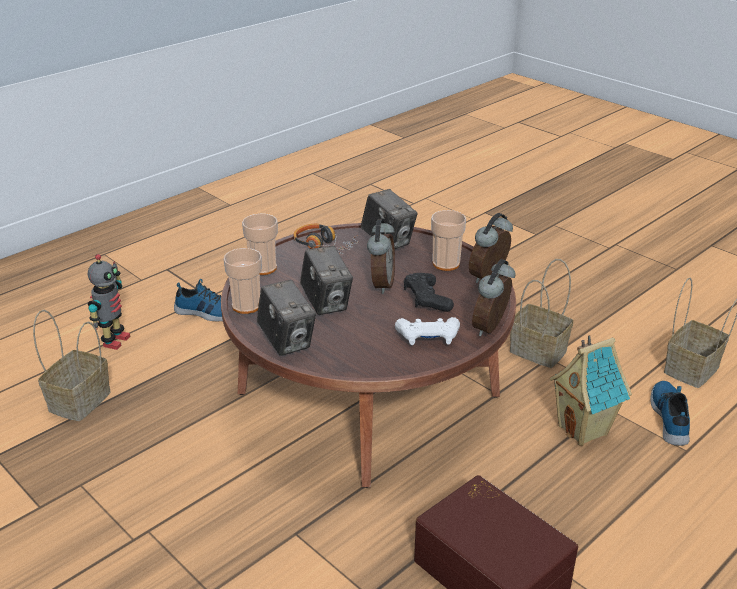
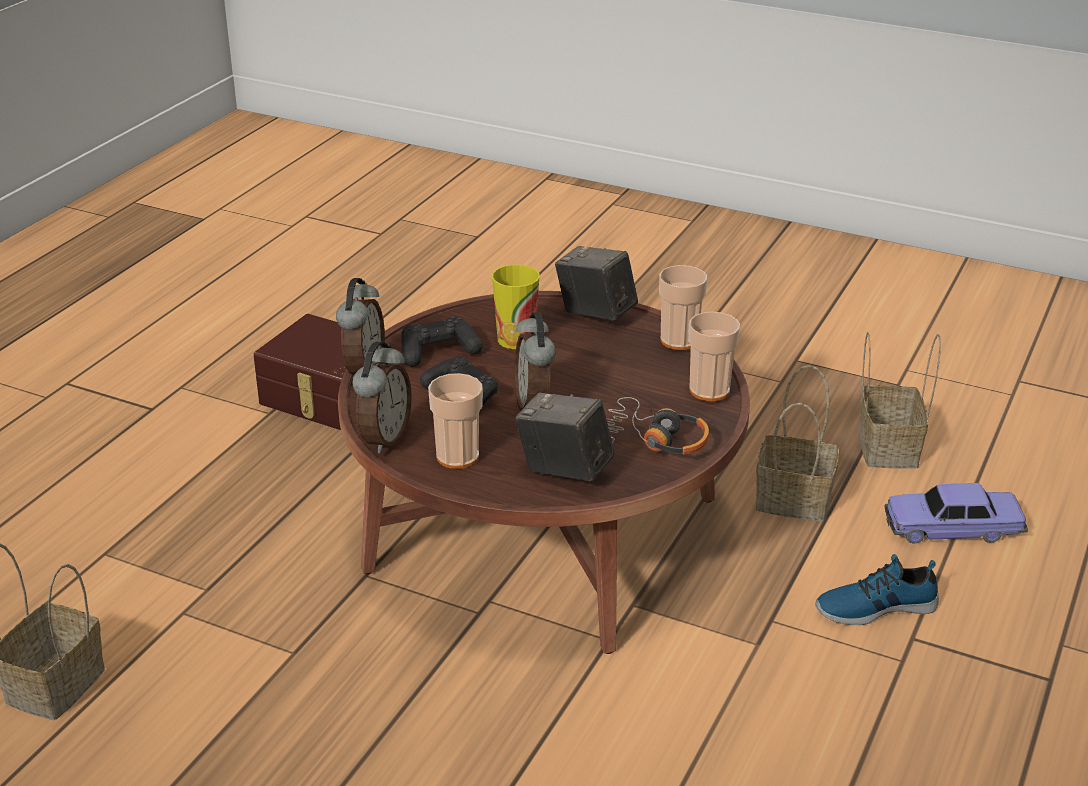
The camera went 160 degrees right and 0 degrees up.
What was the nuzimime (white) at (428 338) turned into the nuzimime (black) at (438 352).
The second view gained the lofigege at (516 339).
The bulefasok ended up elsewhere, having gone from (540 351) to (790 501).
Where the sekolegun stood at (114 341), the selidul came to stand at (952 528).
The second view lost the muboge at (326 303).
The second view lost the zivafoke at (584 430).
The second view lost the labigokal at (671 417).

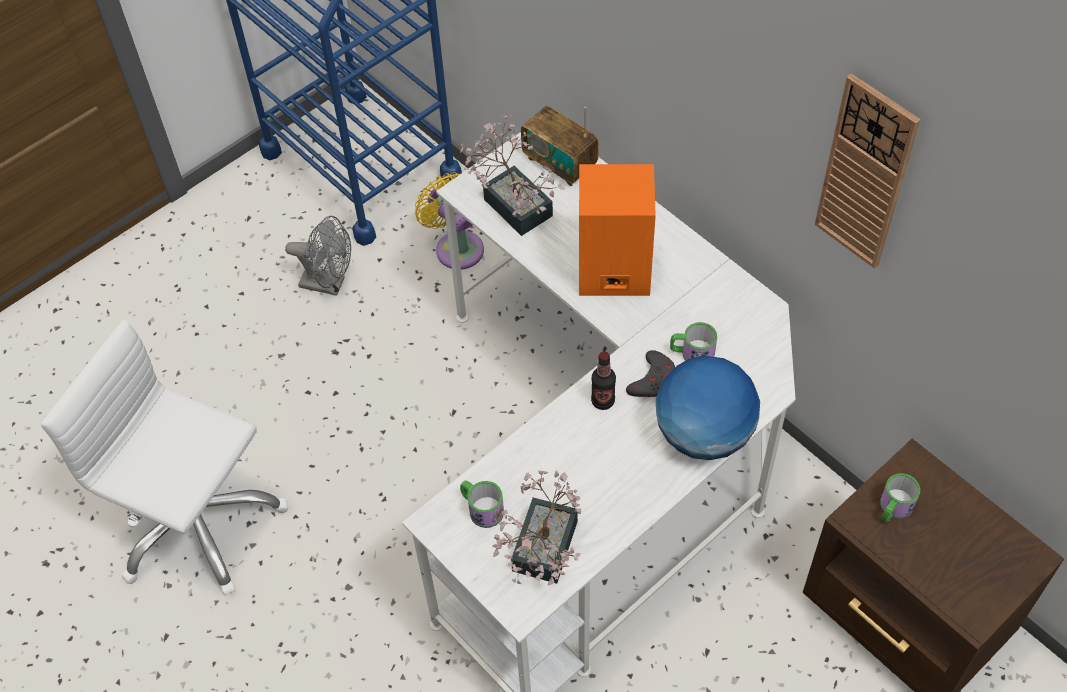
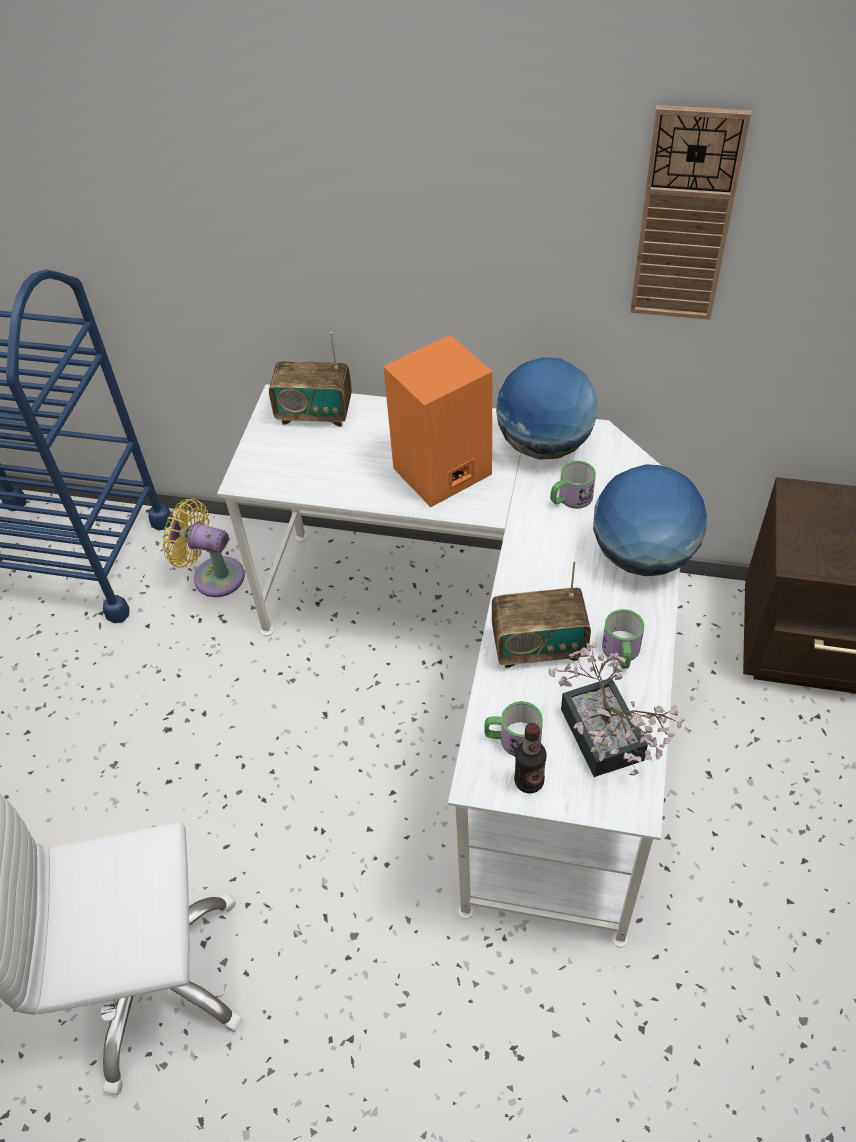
The camera went 35 degrees left and 5 degrees down.
The second view gained the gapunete at (538 647).
The second view gained the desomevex at (544 445).
The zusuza ended up elsewhere, having gone from (603 401) to (529 781).
The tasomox ended up elsewhere, having gone from (893 508) to (621 653).
The second view lost the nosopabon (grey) at (329 284).
The second view lost the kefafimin at (513 202).
The second view lost the nuzimime (grey) at (652 379).

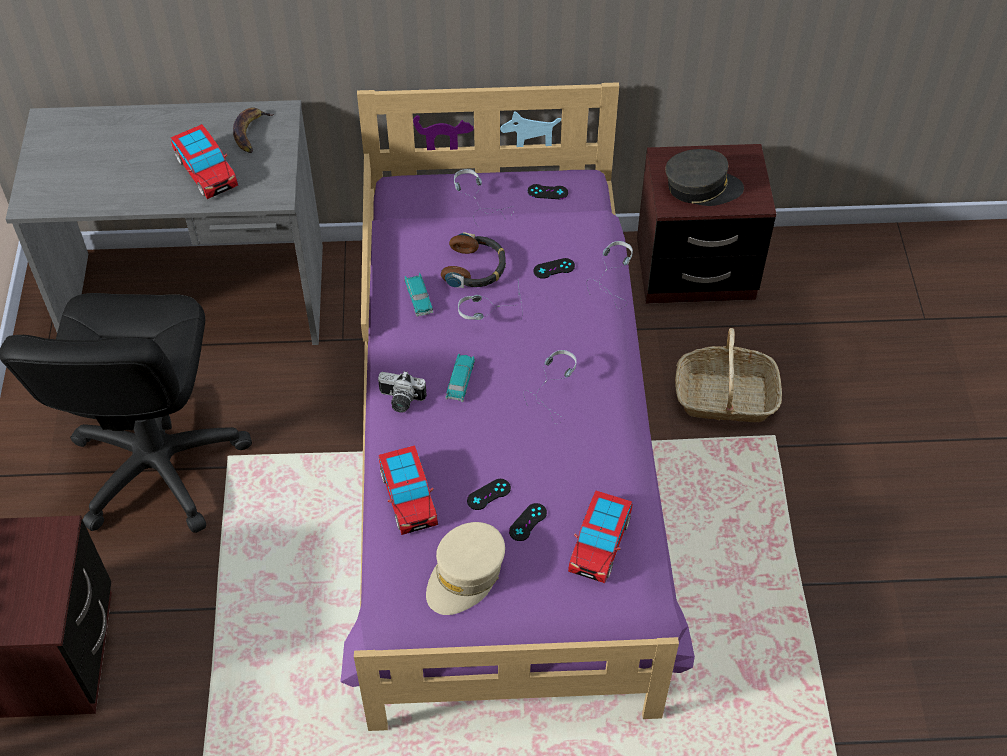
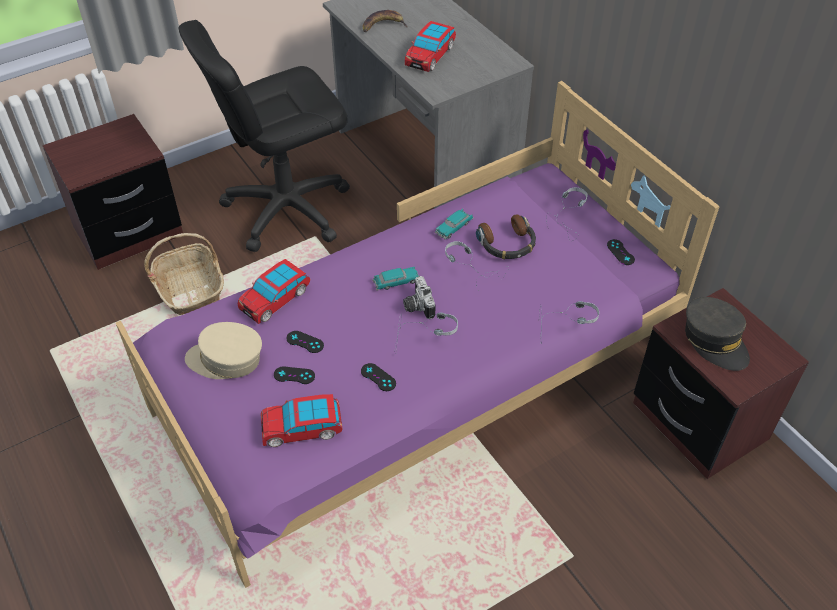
The camera went 60 degrees right and 5 degrees down.
The bulefasok ended up elsewhere, having gone from (725 397) to (190 288).
The nuzimime (black) ended up elsewhere, having gone from (554 268) to (378 377).
The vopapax ended up elsewhere, having gone from (250 132) to (383 25).
The muboge ended up elsewhere, having gone from (400 401) to (417 306).

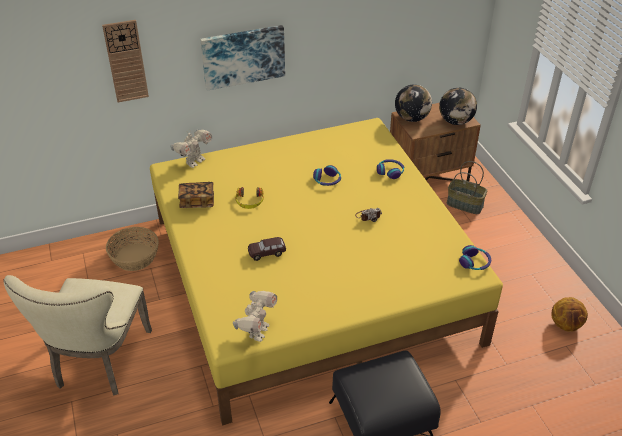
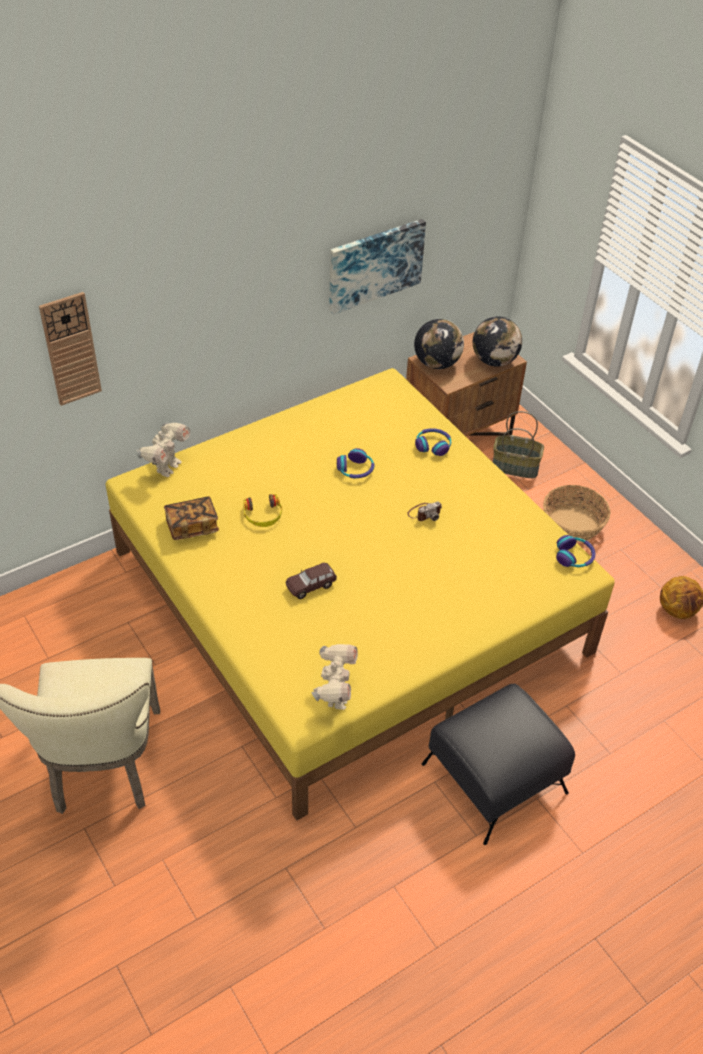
The camera went 15 degrees left and 5 degrees up.
The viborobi ended up elsewhere, having gone from (243 56) to (375 264).
The bulefasok ended up elsewhere, having gone from (135 257) to (572 524).

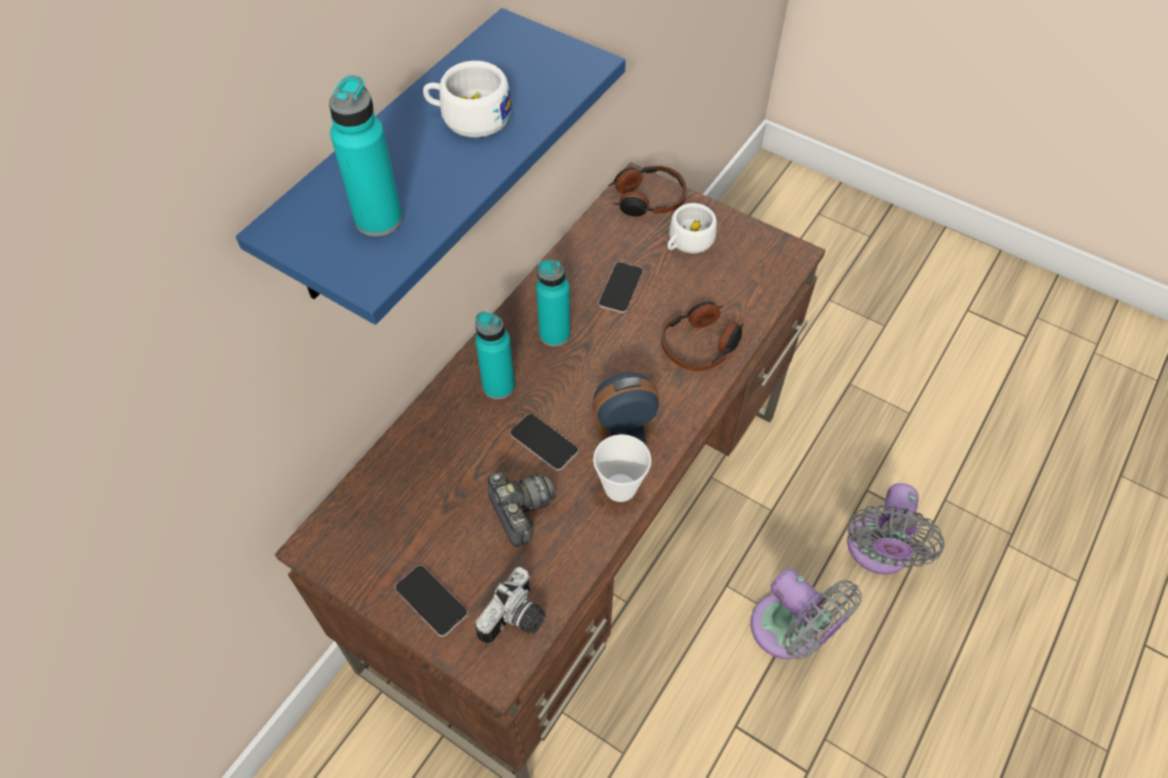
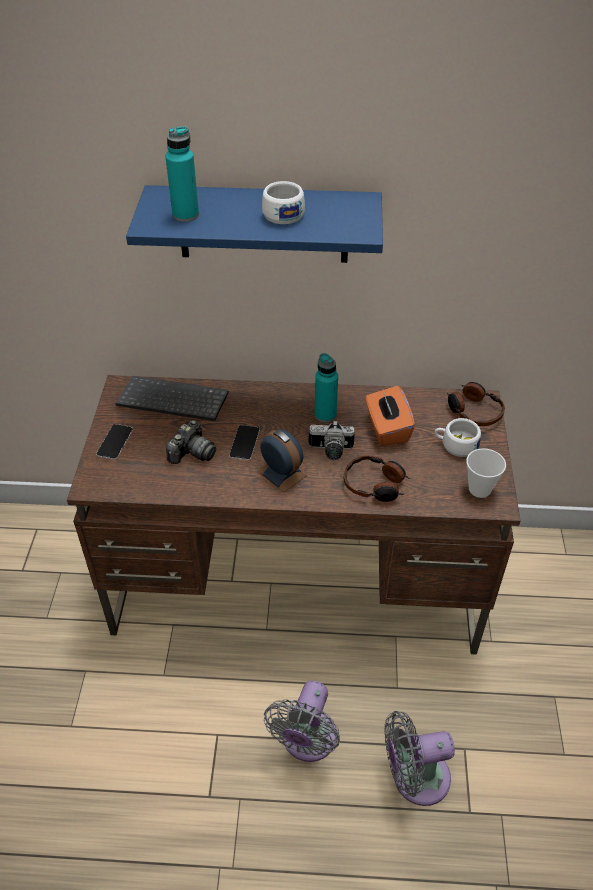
The camera went 60 degrees right and 10 degrees down.
The second view gained the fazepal at (171 402).
The muboge ended up elsewhere, having gone from (516 620) to (330 451).
Where the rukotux stood at (621 288), the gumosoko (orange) came to stand at (387 429).
The lofigege ended up elsewhere, having gone from (620 487) to (479 489).
The second view lost the zusuza (turquoise) at (498 386).

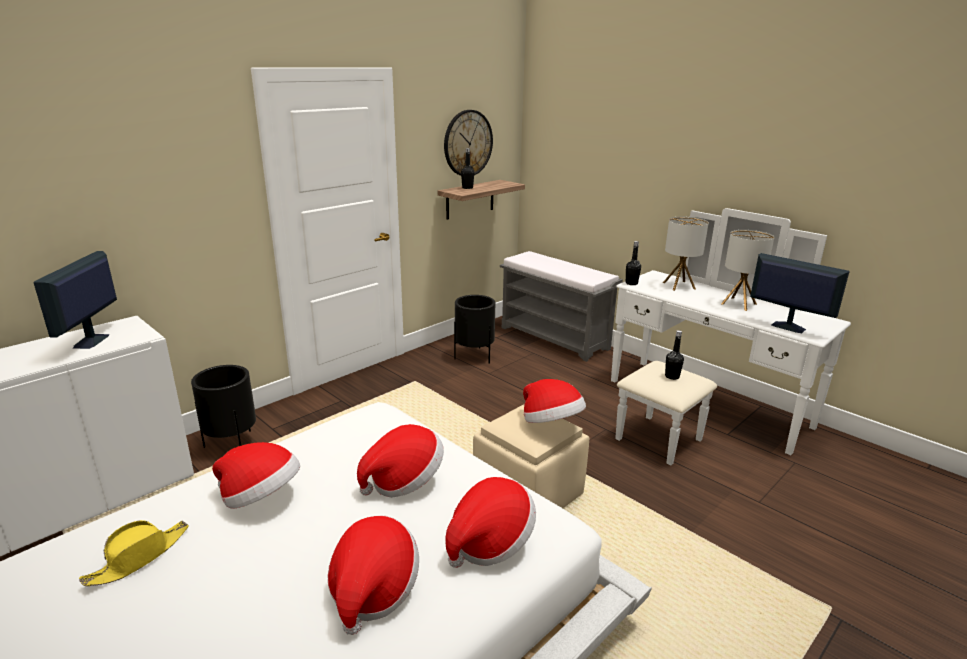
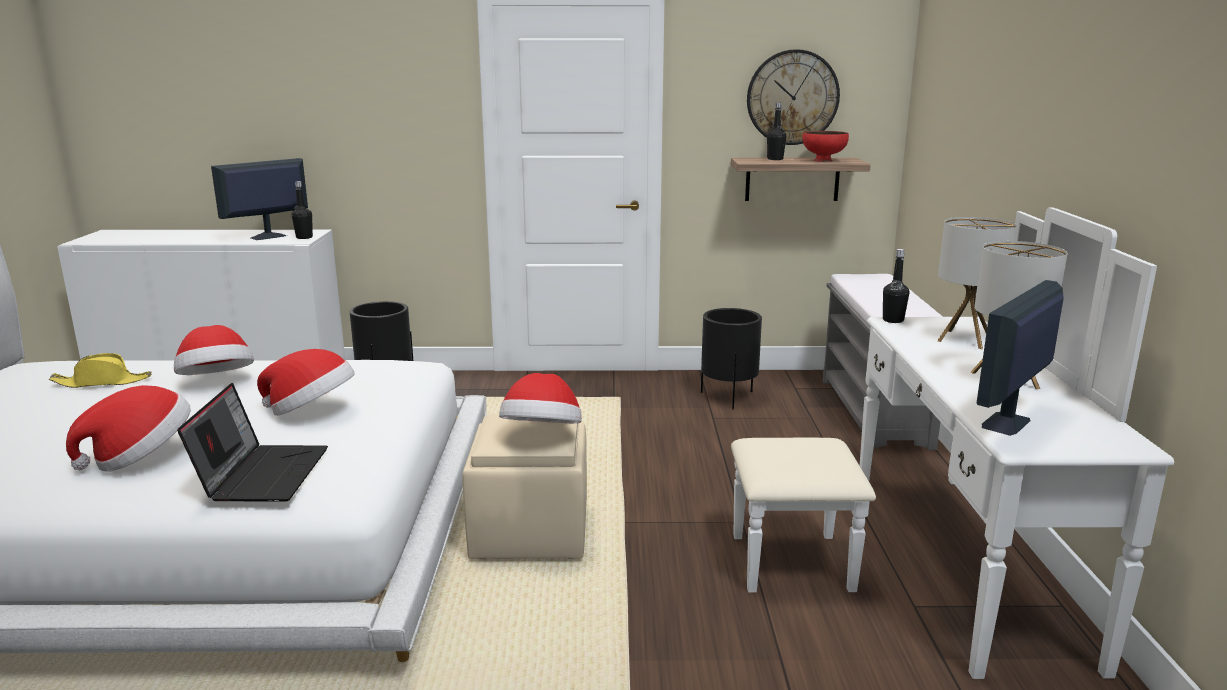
The camera went 45 degrees right and 5 degrees down.
Where the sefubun stood at (490 542), the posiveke came to stand at (262 473).
The zusuza (black) ended up elsewhere, having gone from (672 376) to (304 237).
The second view gained the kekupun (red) at (823 161).
The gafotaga at (787 327) ended up facing another way, 135 degrees counterclockwise from before.

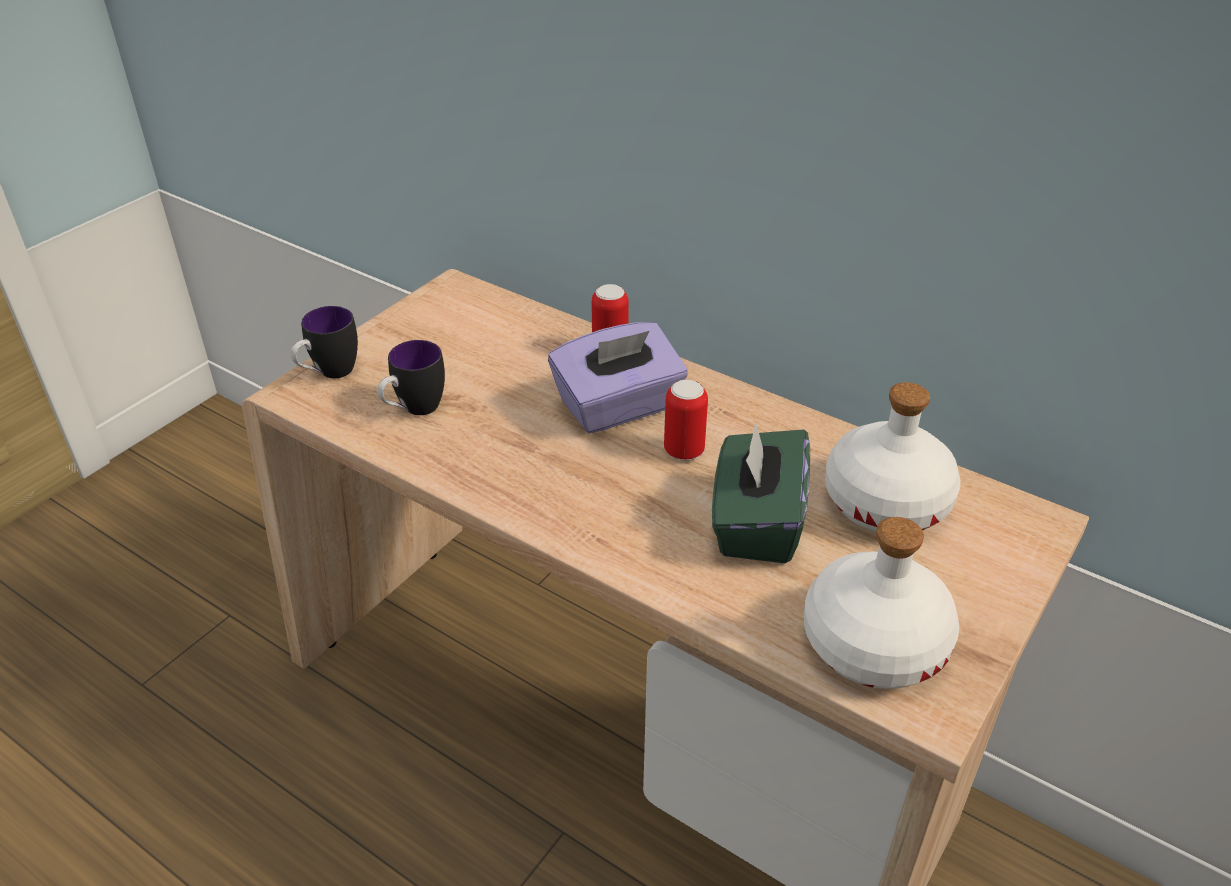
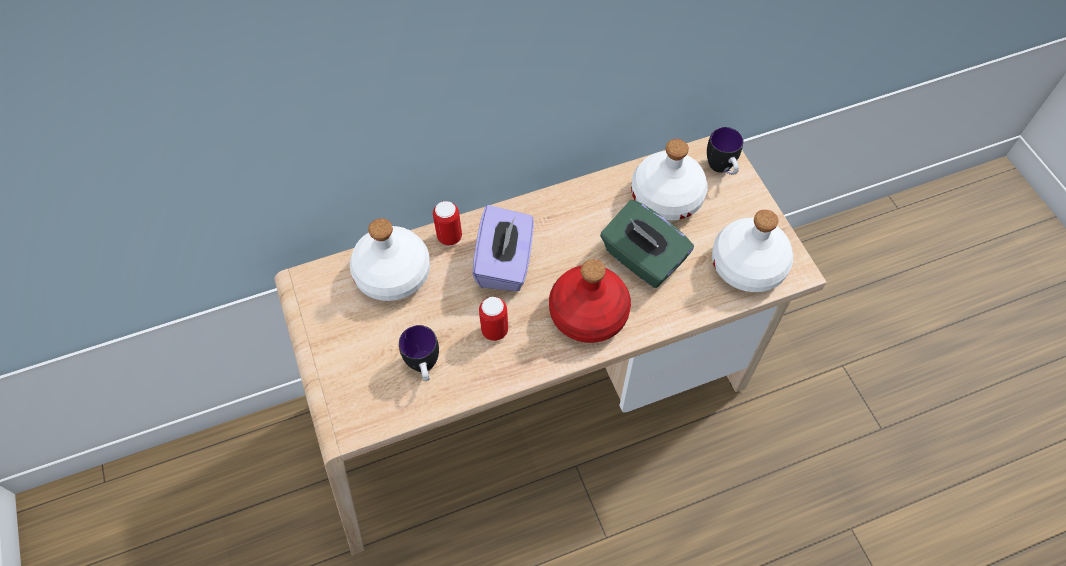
The camera went 55 degrees left and 20 degrees up.
The second view gained the zusuza (white) at (392 274).
The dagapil ended up elsewhere, having gone from (684 451) to (495 330).
The second view gained the zusuza (red) at (587 313).
The tasomox ended up elsewhere, having gone from (329 374) to (722 169).

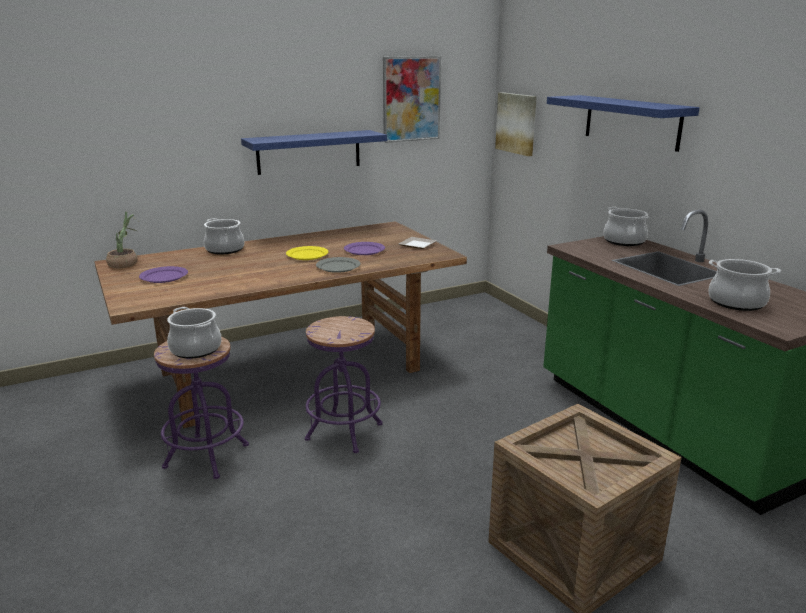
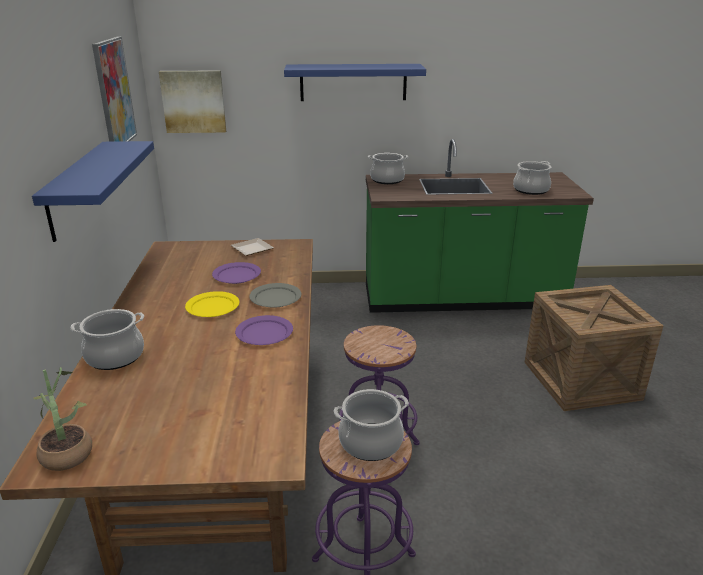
The camera went 65 degrees left and 5 degrees up.
The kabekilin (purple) ended up elsewhere, having gone from (163 277) to (264 333).

